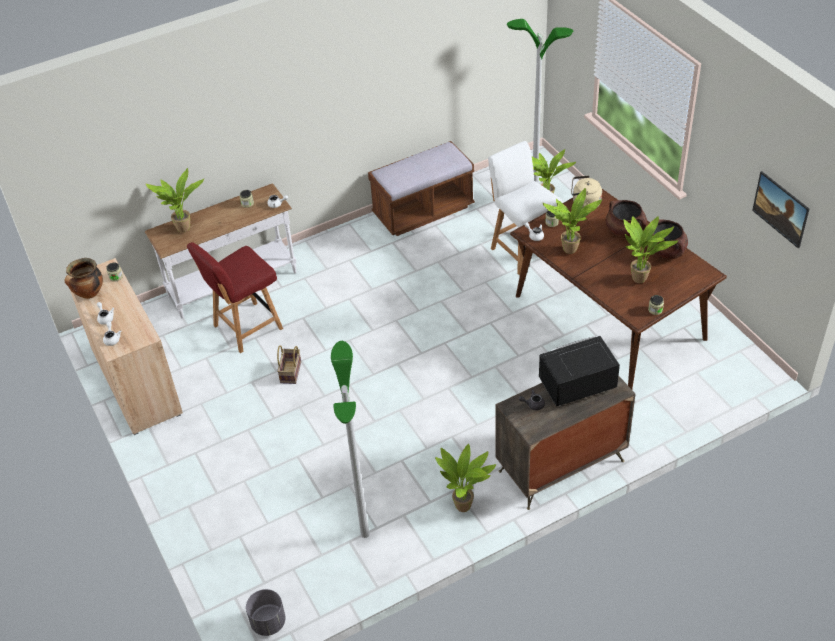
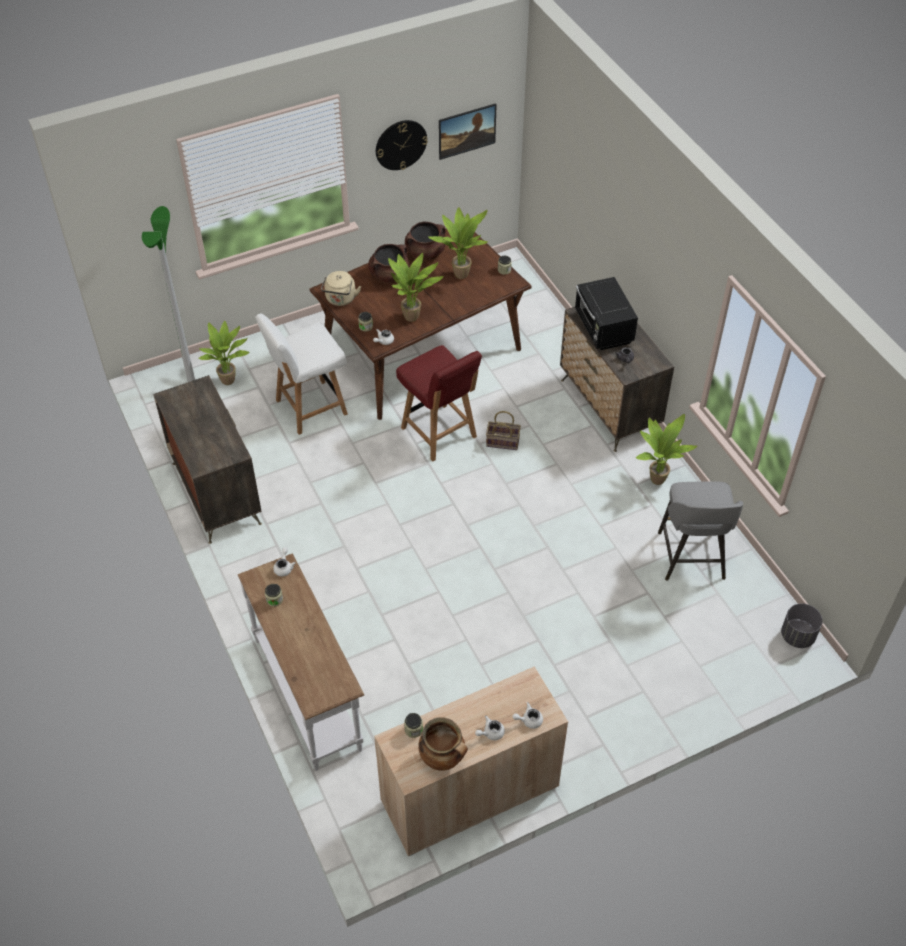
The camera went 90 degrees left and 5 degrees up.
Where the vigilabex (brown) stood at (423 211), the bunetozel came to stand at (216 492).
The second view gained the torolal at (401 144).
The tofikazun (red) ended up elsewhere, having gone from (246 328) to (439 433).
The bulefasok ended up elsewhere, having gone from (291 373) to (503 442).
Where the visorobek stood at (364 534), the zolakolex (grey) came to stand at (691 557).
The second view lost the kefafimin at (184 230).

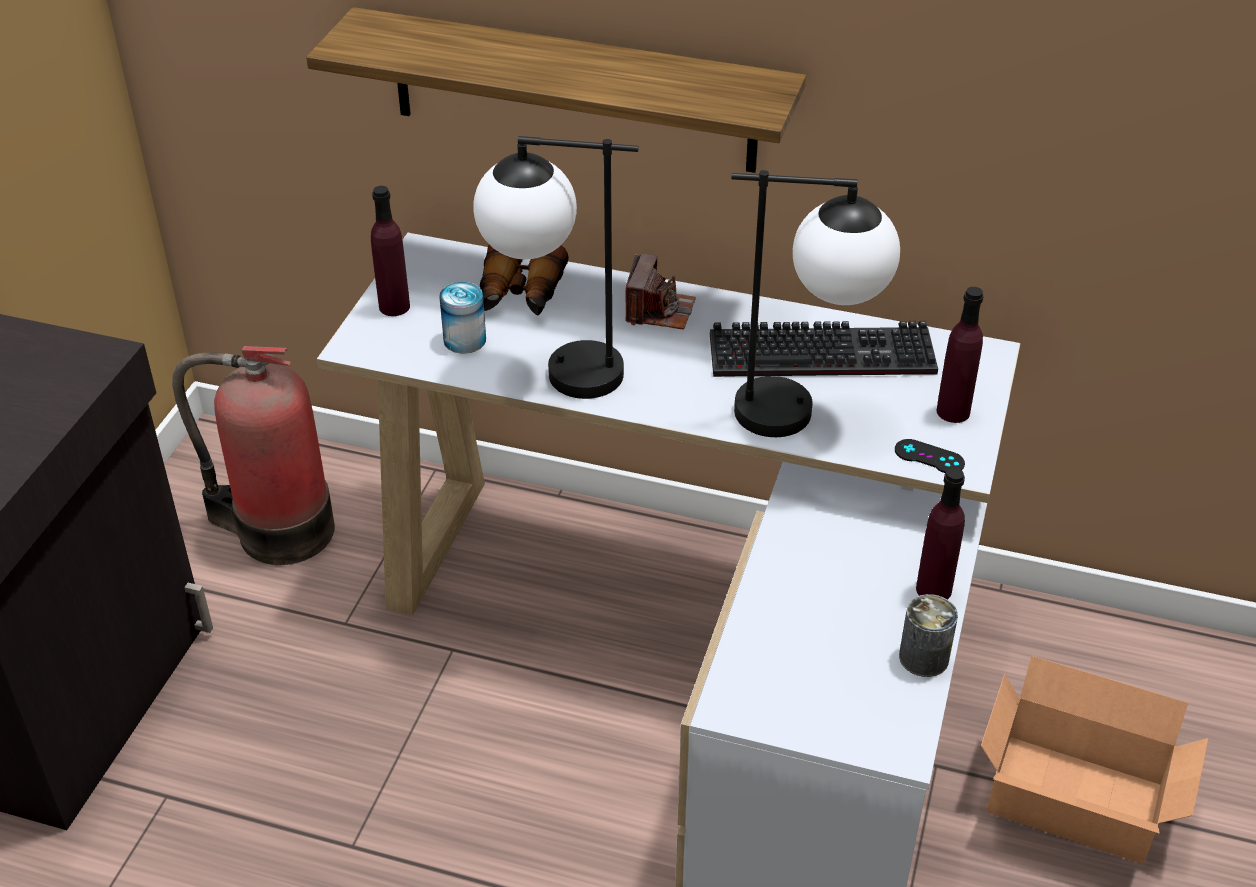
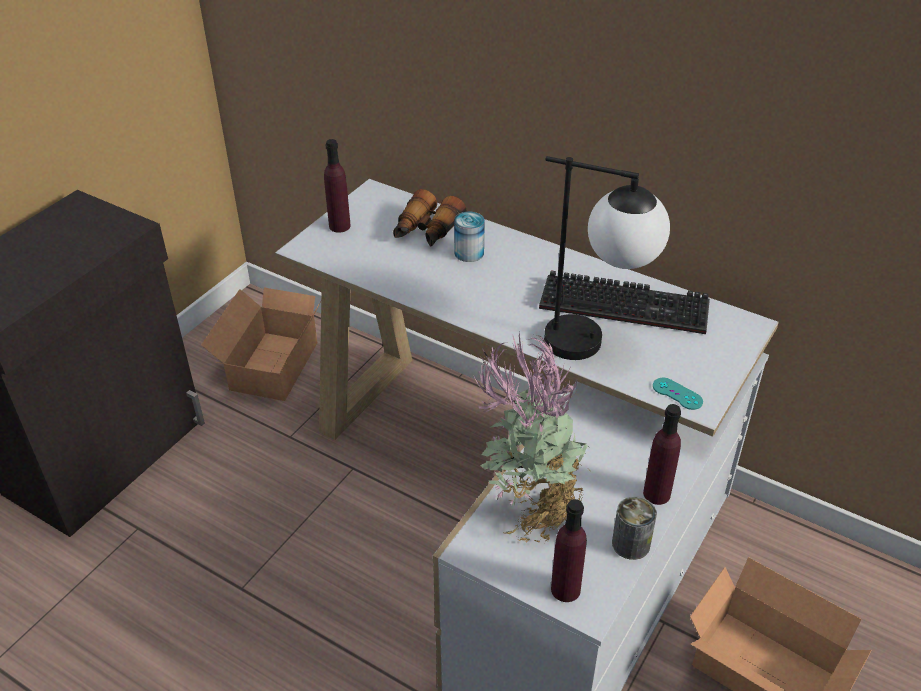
The camera went 15 degrees right and 0 degrees up.
Where the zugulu stood at (278 530), the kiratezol came to stand at (269 367).
The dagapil ended up elsewhere, having gone from (465 340) to (469 253).
The second view gained the kefafimin at (530 508).
The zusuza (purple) ended up elsewhere, having gone from (953 412) to (565 589).
What was the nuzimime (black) at (929 457) turned into the nuzimime (turquoise) at (677 394).
The second view lost the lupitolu at (573 91).
The second view lost the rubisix at (554 372).
The second view lost the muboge at (659 311).

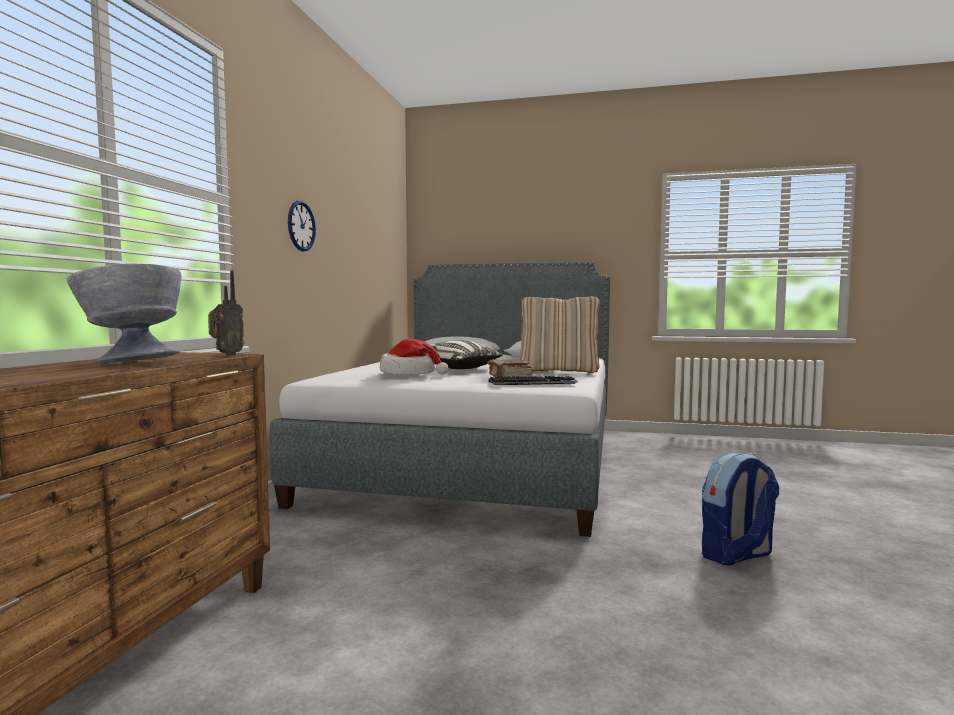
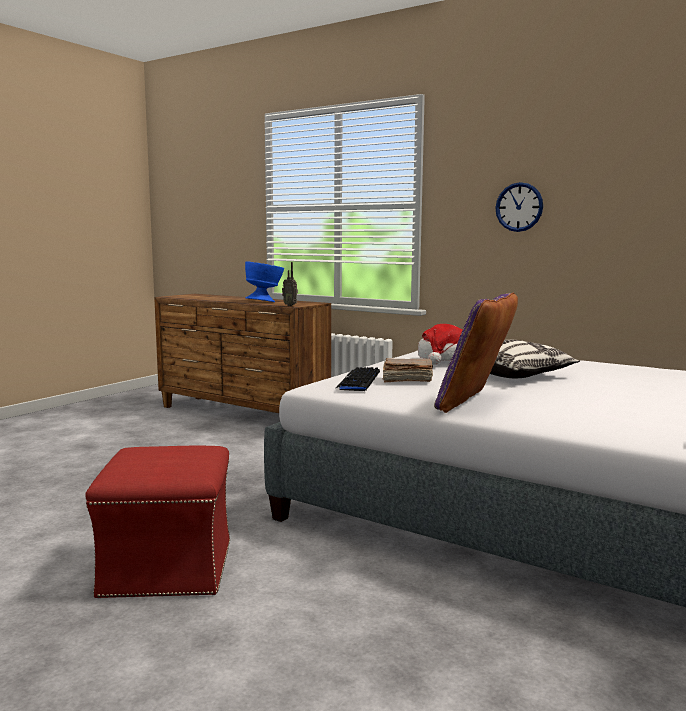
The camera went 110 degrees right and 5 degrees up.
Where the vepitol stood at (736 555), the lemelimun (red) came to stand at (168 567).
What was the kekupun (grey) at (131 362) turned into the kekupun (blue) at (265 302).
What was the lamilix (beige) at (559 371) turned into the lamilix (purple) at (475 403).

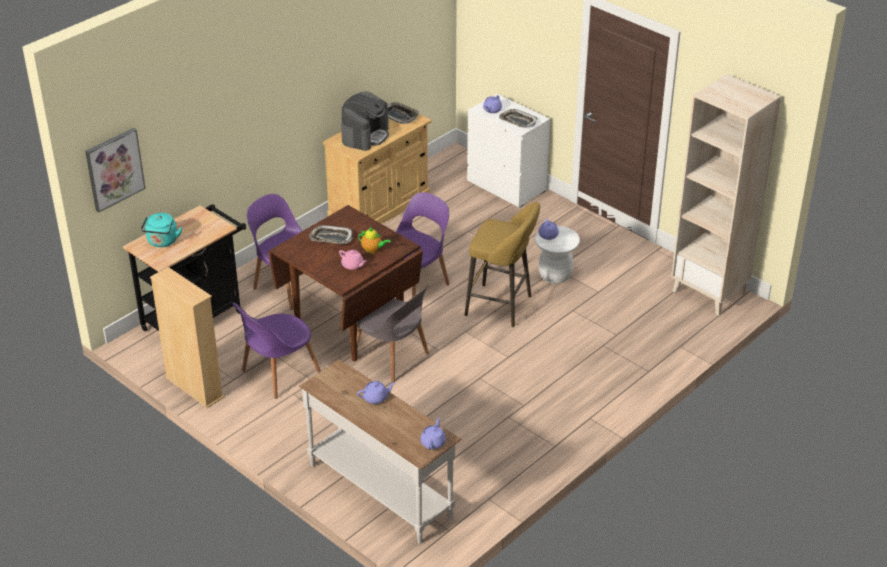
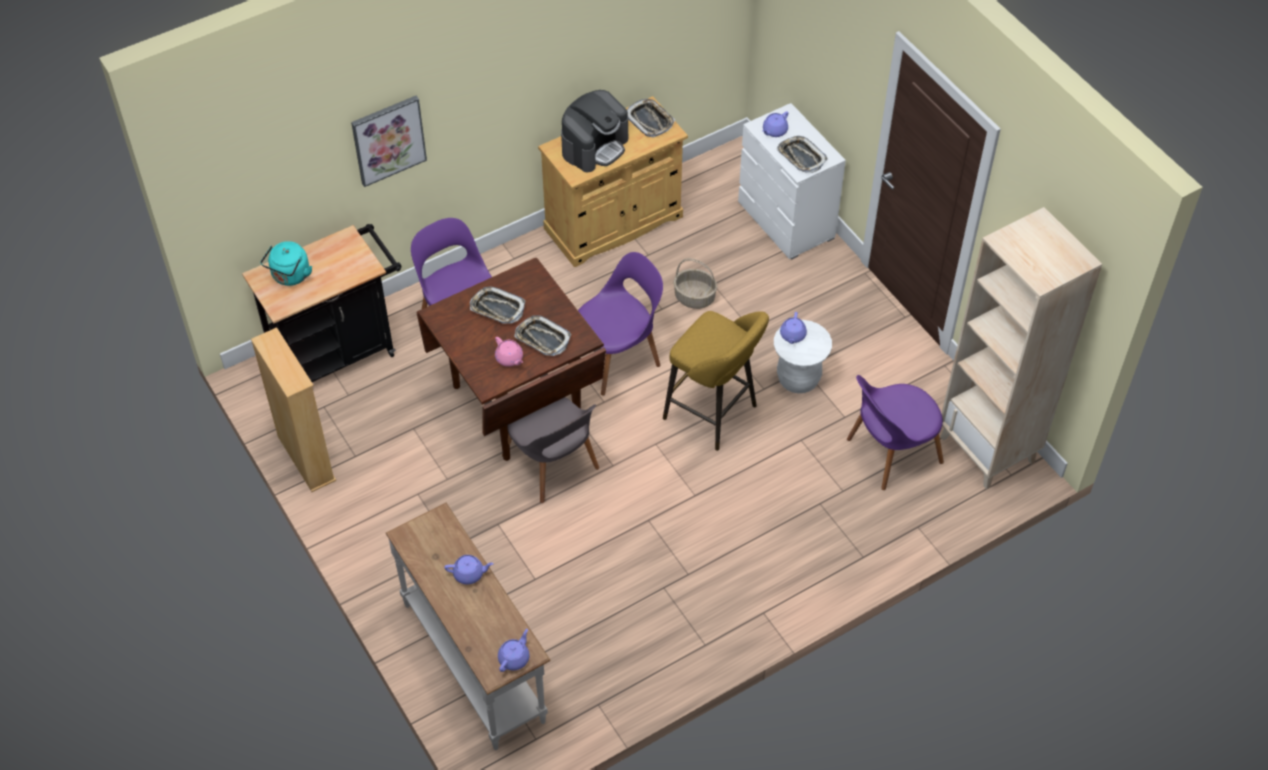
The camera went 15 degrees right and 15 degrees up.
The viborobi ended up elsewhere, having gone from (114 169) to (388 140).
Where the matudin stood at (373 250), the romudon came to stand at (542 339).
The second view gained the bulefasok at (695 297).
The tofikazun (purple) ended up elsewhere, having gone from (278 373) to (890 452).

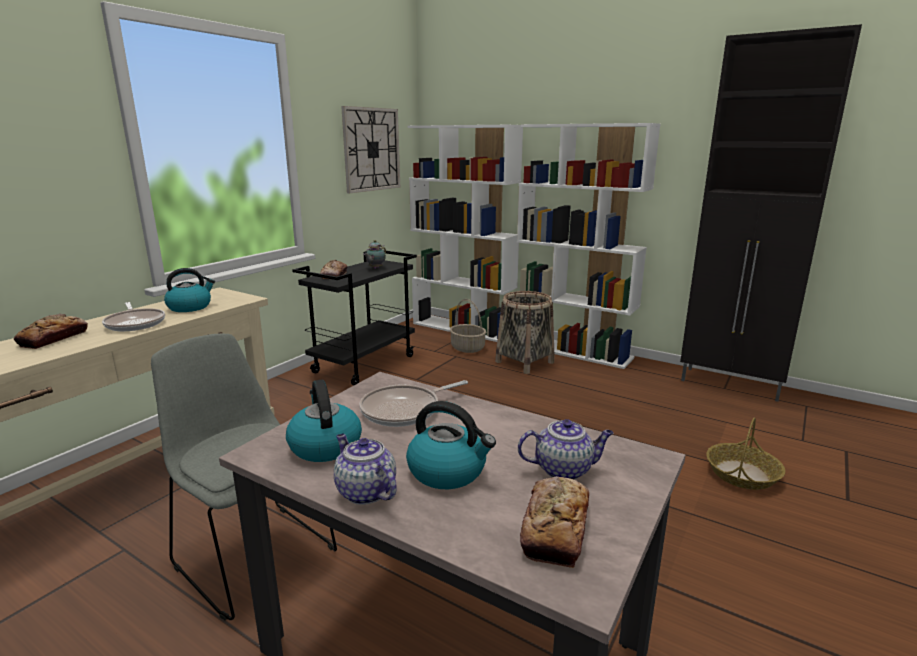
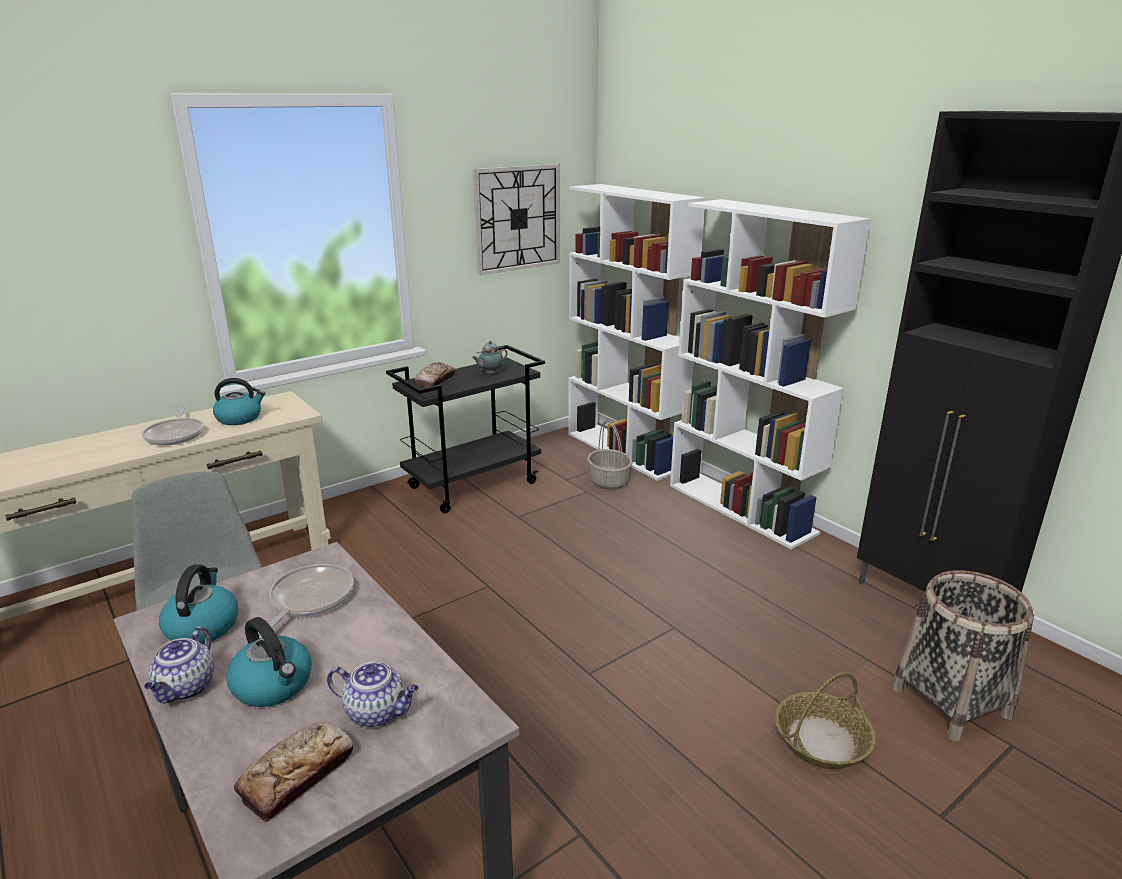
The camera went 20 degrees right and 5 degrees up.
The matudin at (365 491) ended up facing another way, 150 degrees counterclockwise from before.
The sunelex at (405 410) ended up facing another way, 120 degrees clockwise from before.
The bulefasok ended up elsewhere, having gone from (524 362) to (951 702).
The second view lost the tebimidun at (53 338).

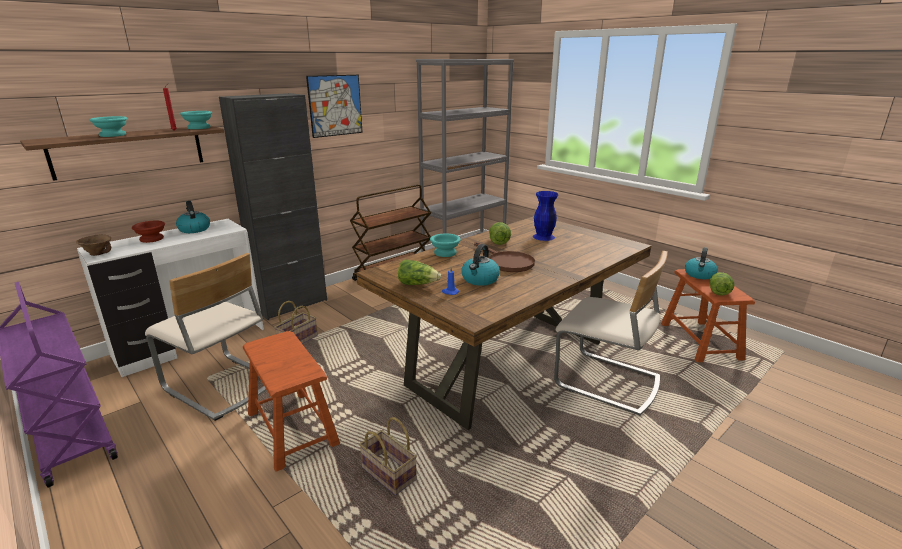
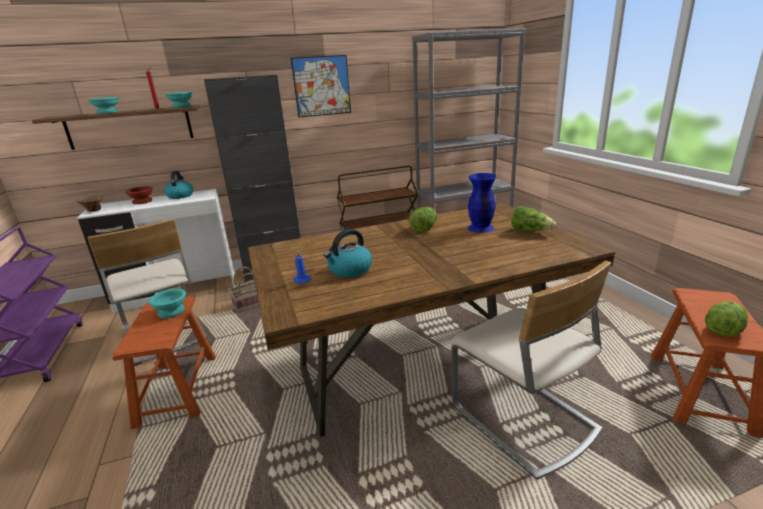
The camera went 25 degrees right and 0 degrees up.
The kekupun (turquoise) ended up elsewhere, having gone from (445 252) to (172 311).
The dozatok ended up elsewhere, having gone from (418 284) to (530 231).
The second view lost the bulefasok at (387 474).
The second view lost the sunelex (brown) at (506 262).
The second view lost the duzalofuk at (699 275).

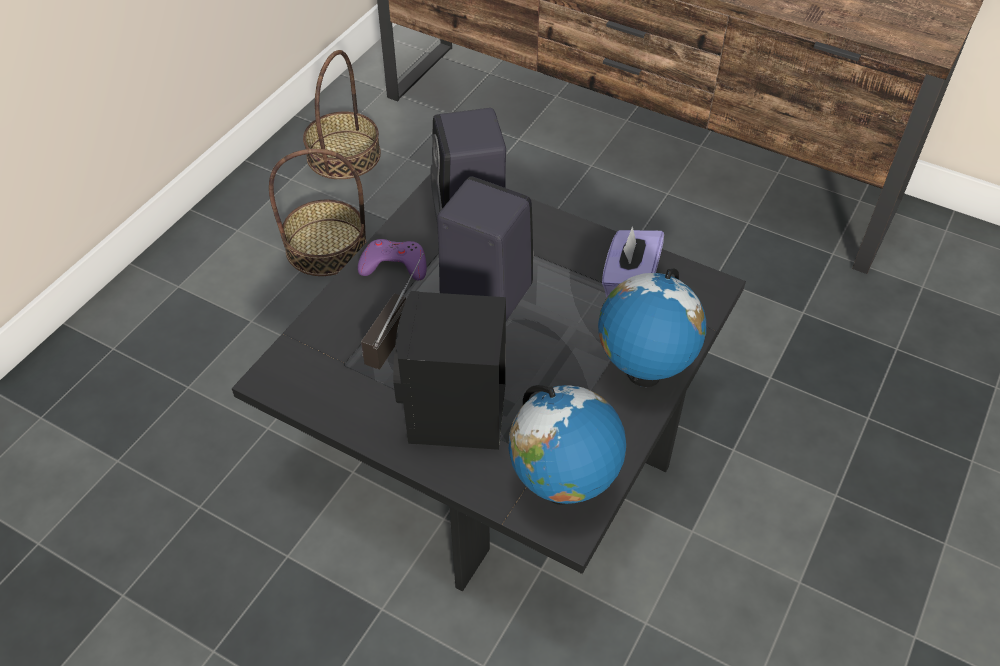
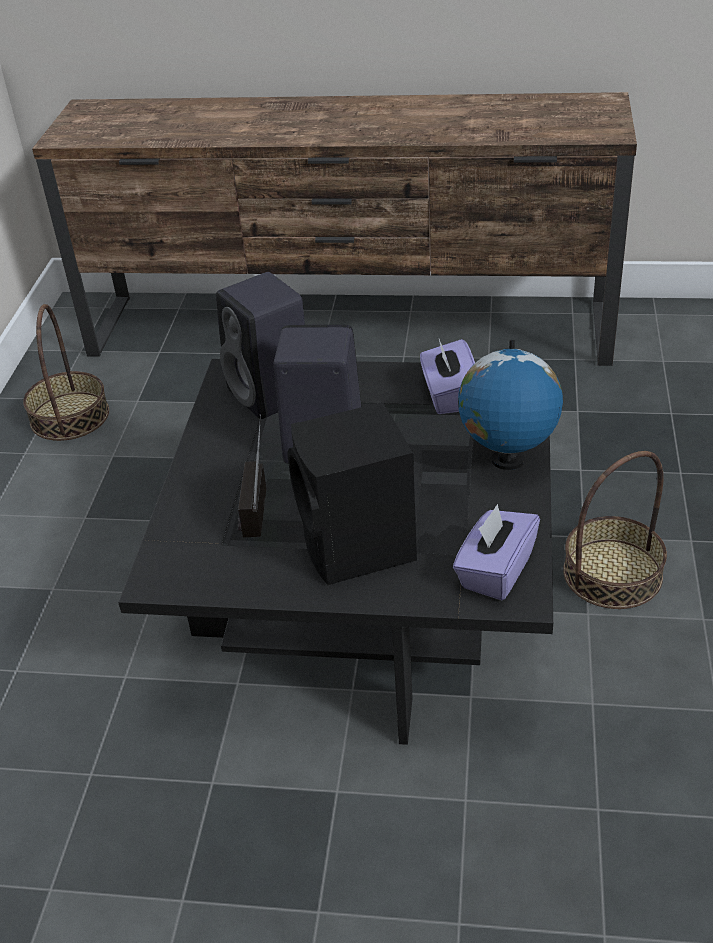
The camera went 20 degrees left and 10 degrees down.
Where the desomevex stood at (562 490), the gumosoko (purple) came to stand at (495 571).
The bulefasok ended up elsewhere, having gone from (326 247) to (612 573).
The second view lost the nuzimime (purple) at (394 265).

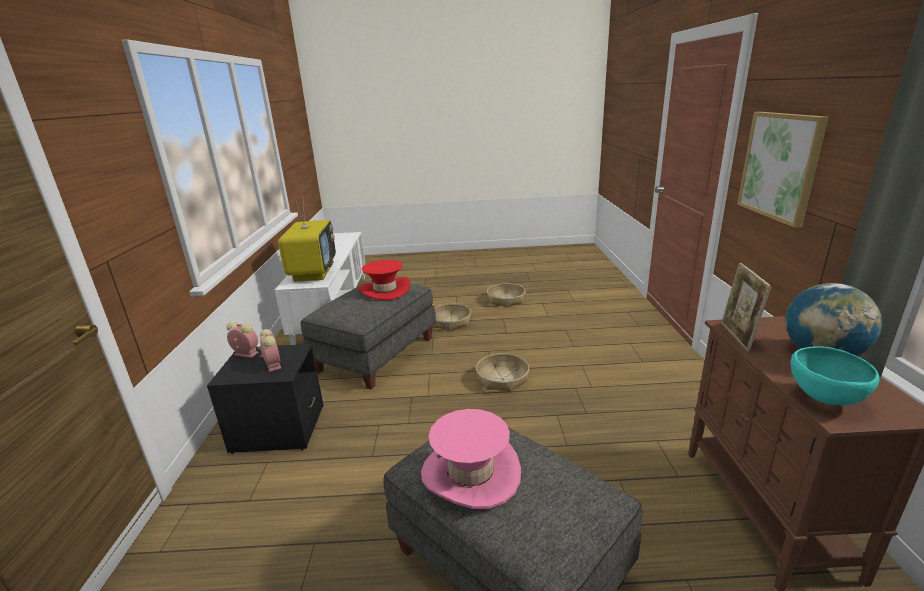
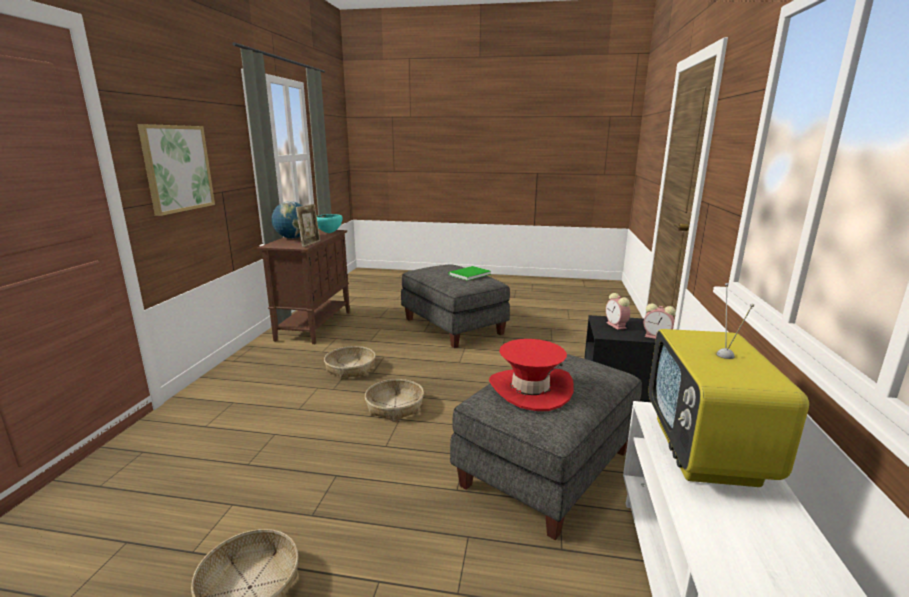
The camera went 170 degrees left and 5 degrees down.
The bulefasok ended up elsewhere, having gone from (450 322) to (350 369).
Where the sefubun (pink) stood at (471 473), the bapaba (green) came to stand at (468 274).

